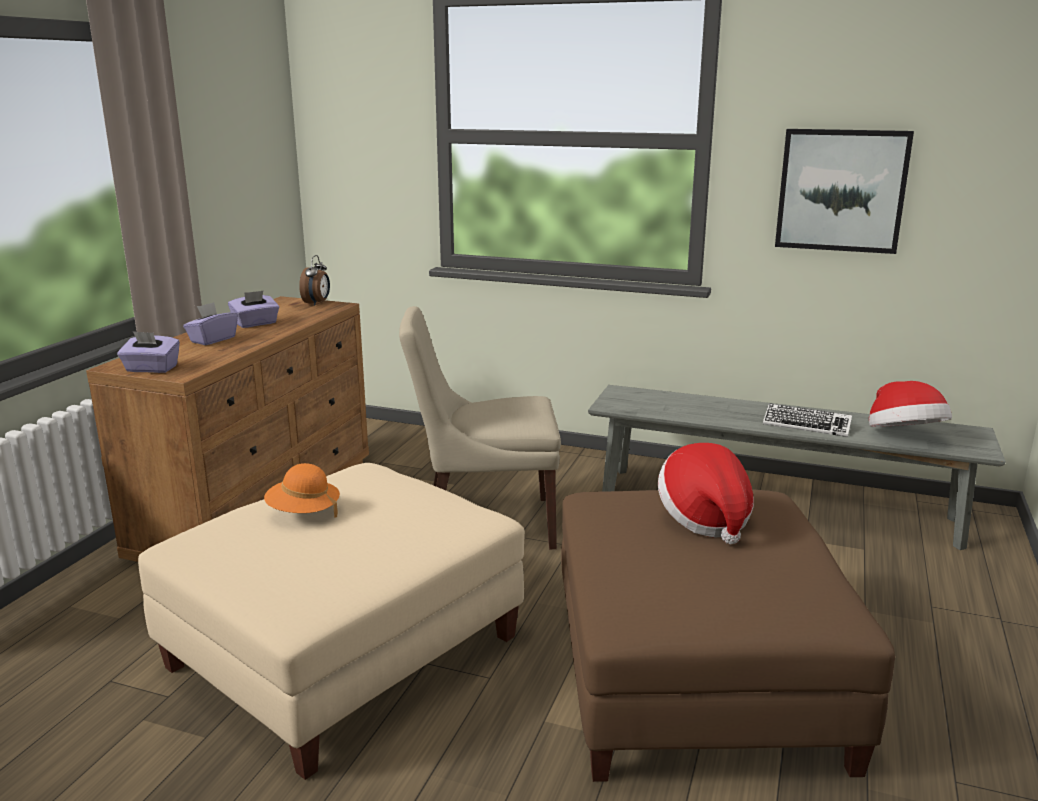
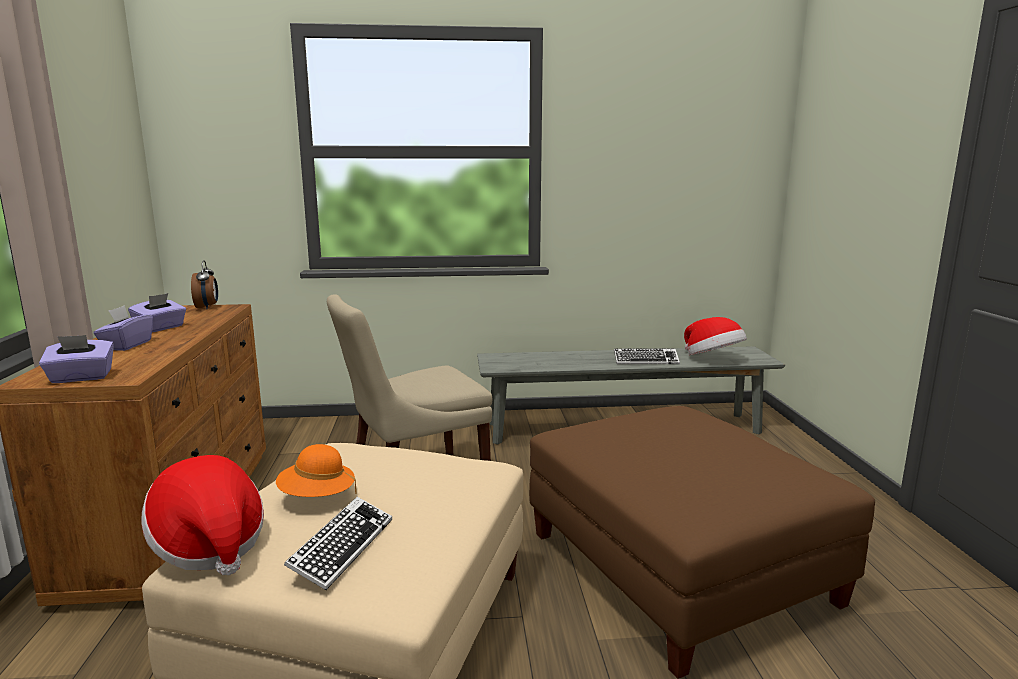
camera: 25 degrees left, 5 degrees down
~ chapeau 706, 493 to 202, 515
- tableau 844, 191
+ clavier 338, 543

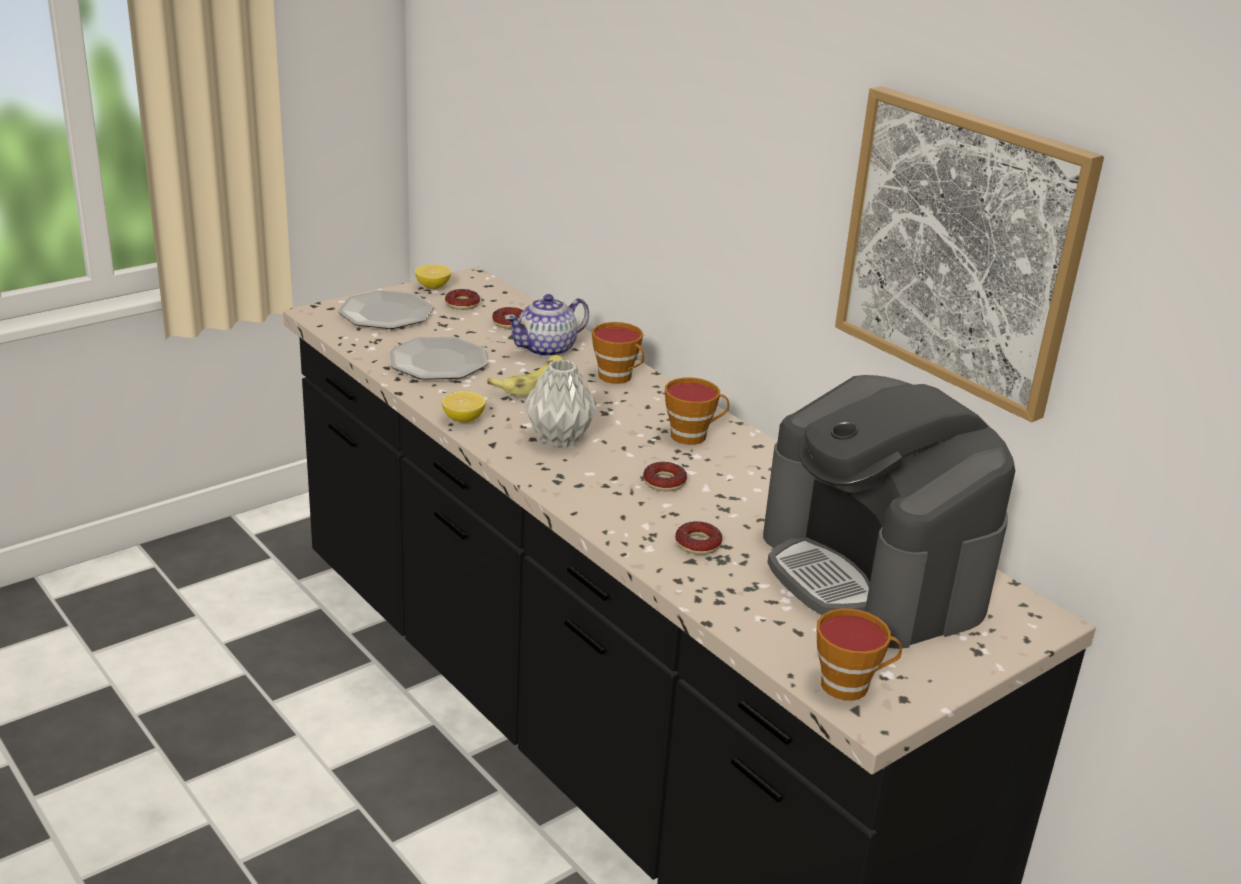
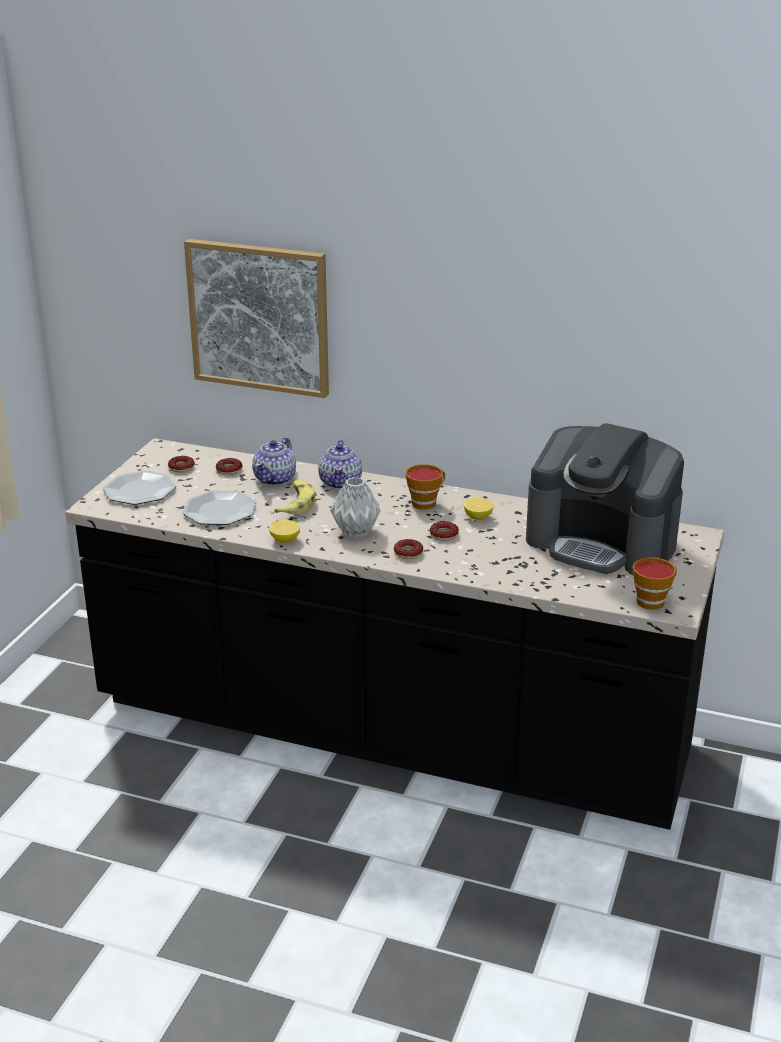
camera: 30 degrees left, 0 degrees up
~ citron 433, 276 to 479, 509
~ tasse 618, 353 to théière 340, 465
~ beignet 698, 538 to 408, 549
~ tableau 969, 254 to 256, 318

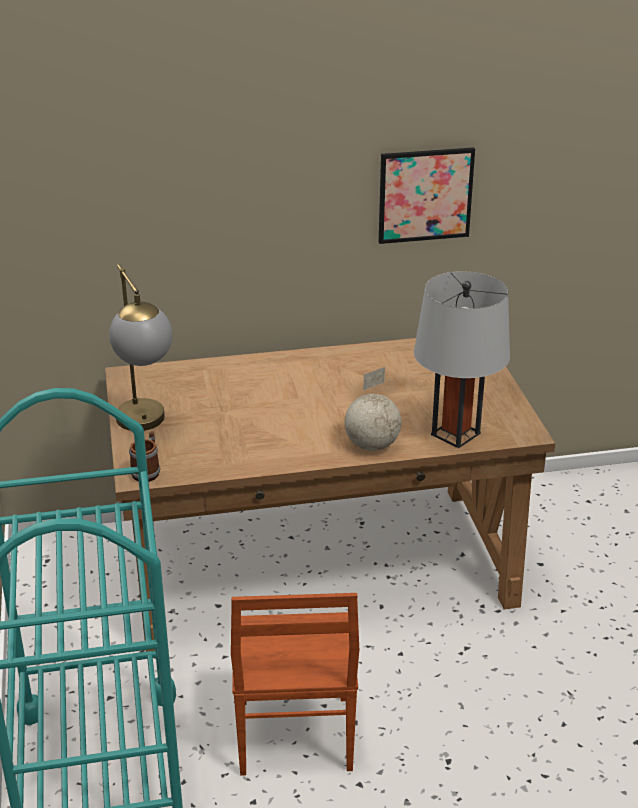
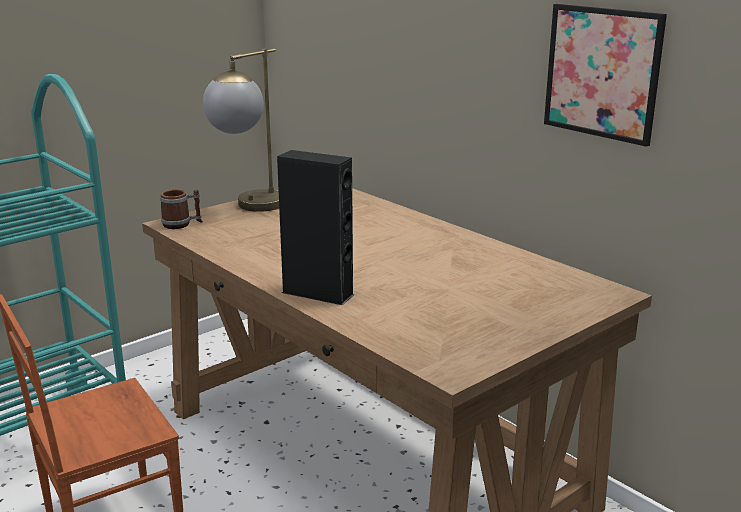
camera: 60 degrees right, 10 degrees down
~ globe 373, 409 to enceinte (noir) 316, 227
- lampe de table (gris) 462, 359

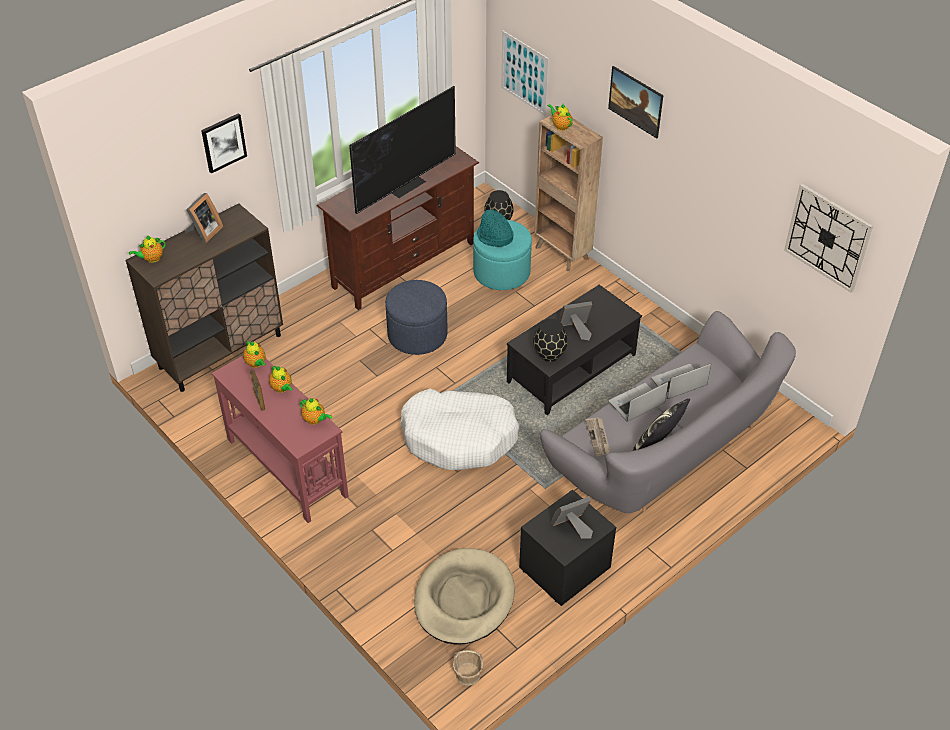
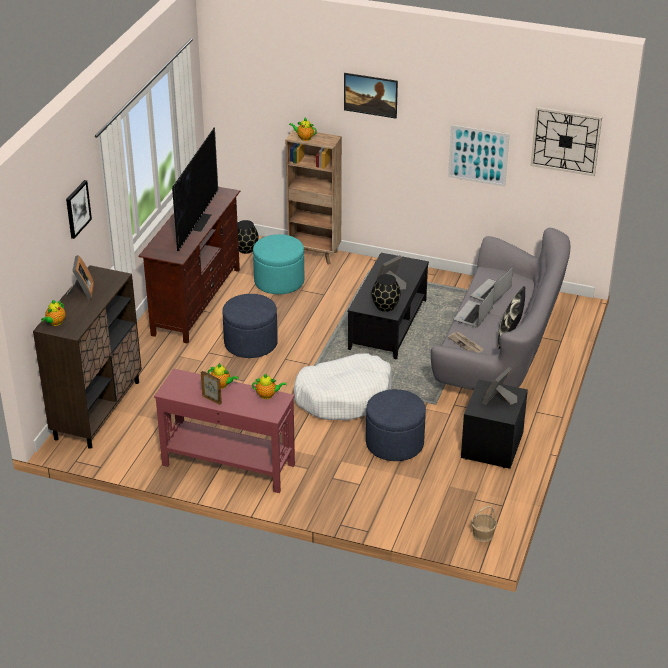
camera: 30 degrees left, 10 degrees down
- théière 254, 354
- panier pour chien (beige) 464, 596
- chapeau (turquoise) 495, 228
~ tableau 525, 73 to 479, 156
+ pouf (bleu) 396, 425

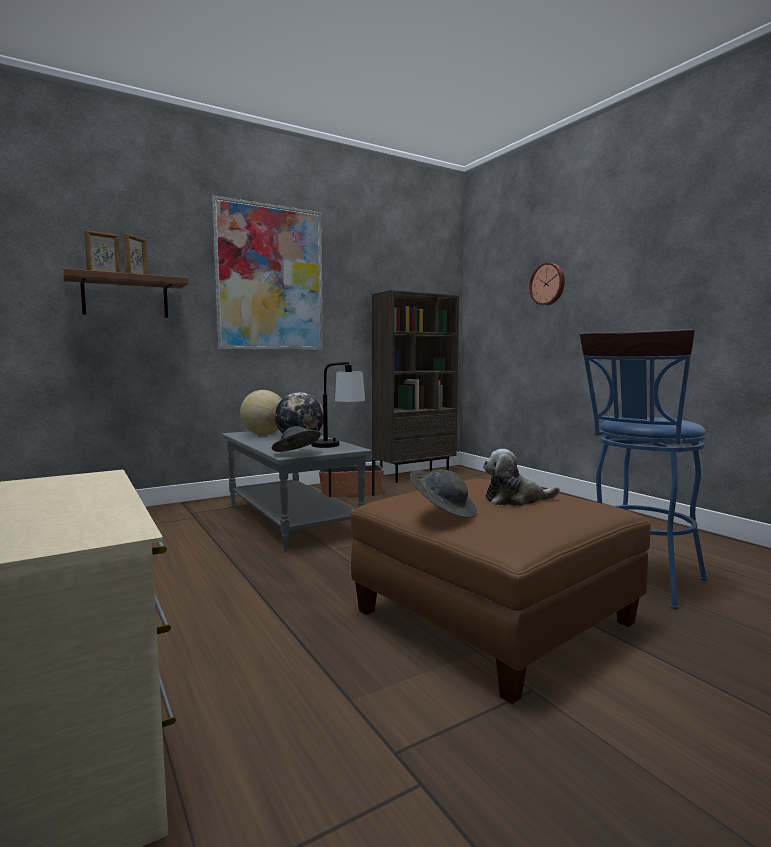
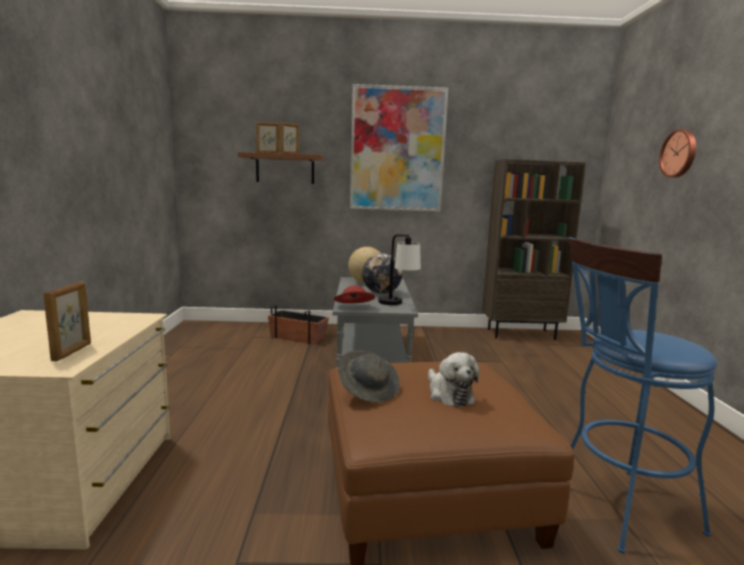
camera: 30 degrees right, 5 degrees up
~ chapeau (gris) 296, 439 to chapeau (rouge) 354, 295
~ cache-pot 351, 477 to 298, 325
~ peluche 521, 477 = 453, 379 135 degrees counterclockwise
+ cadre photo 67, 321

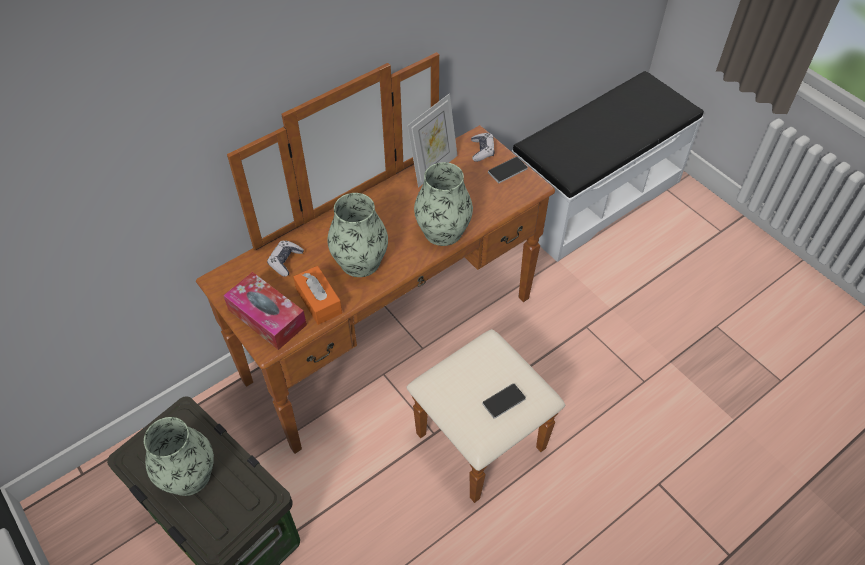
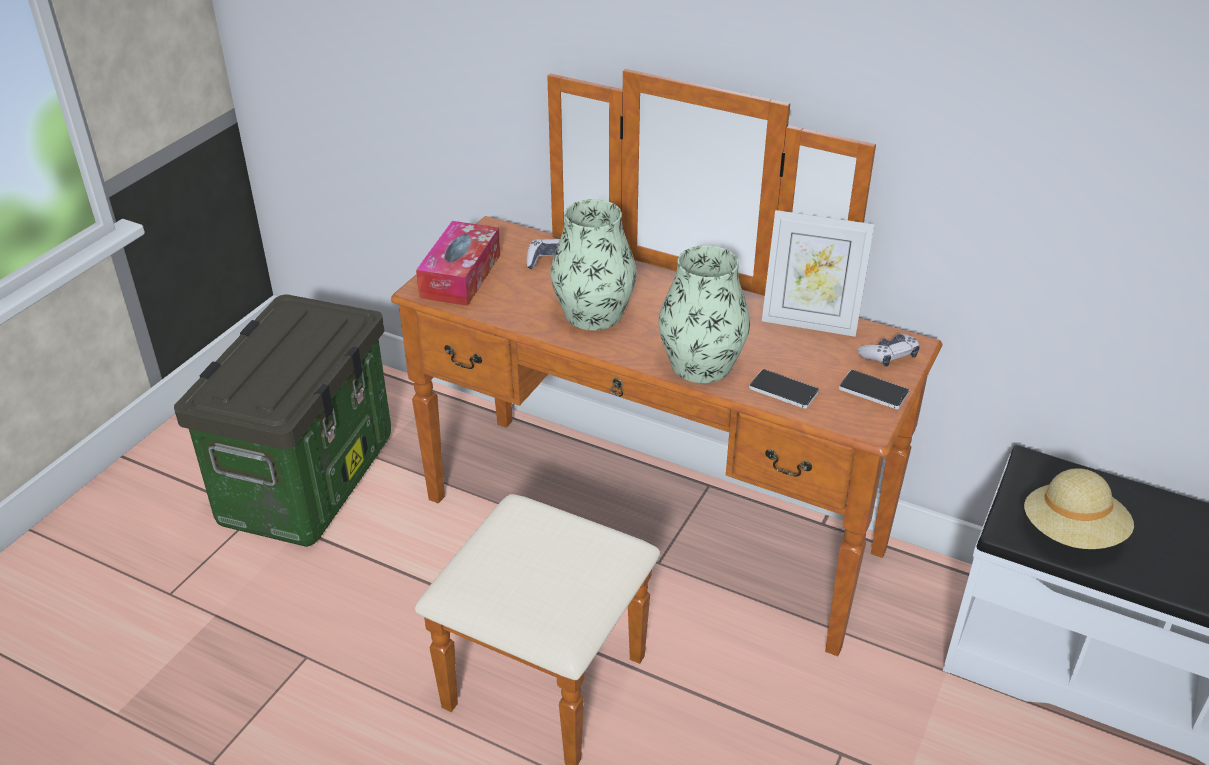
camera: 65 degrees right, 15 degrees down
- vase 179, 456
- boîte à mouchoirs (orange) 317, 295
~ téléphone 504, 401 to 784, 389
+ chapeau (beige) 1079, 508

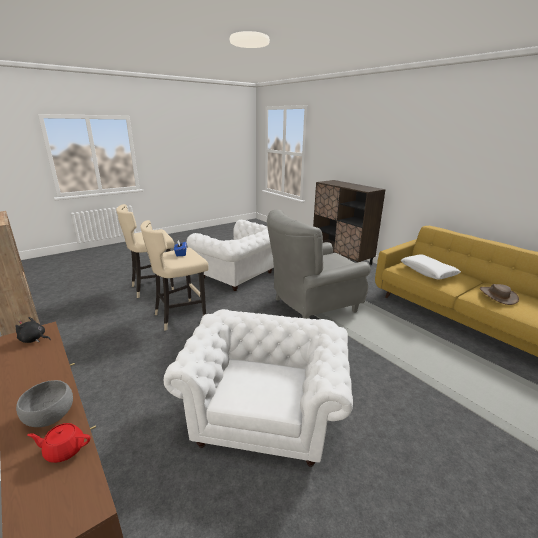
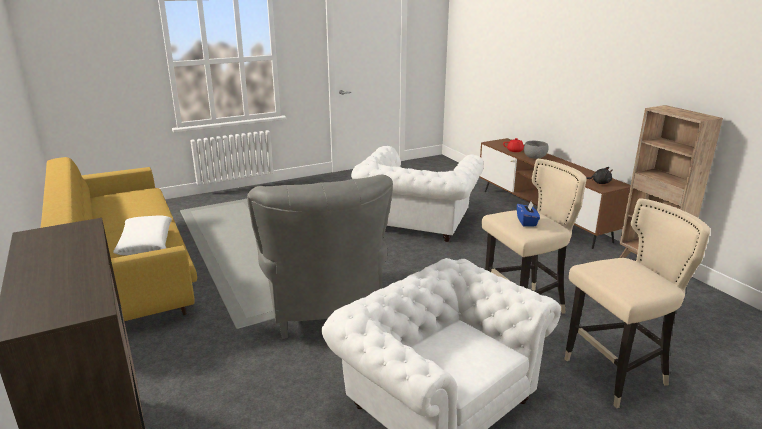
camera: 170 degrees left, 0 degrees up
~ fauteuil (gris) 319, 264 = 320, 257 90 degrees clockwise
- chapeau (marron) 499, 294

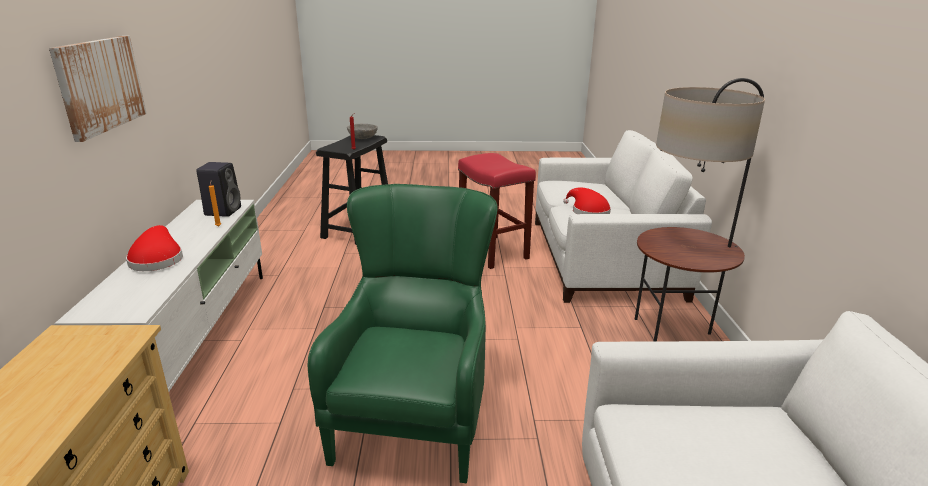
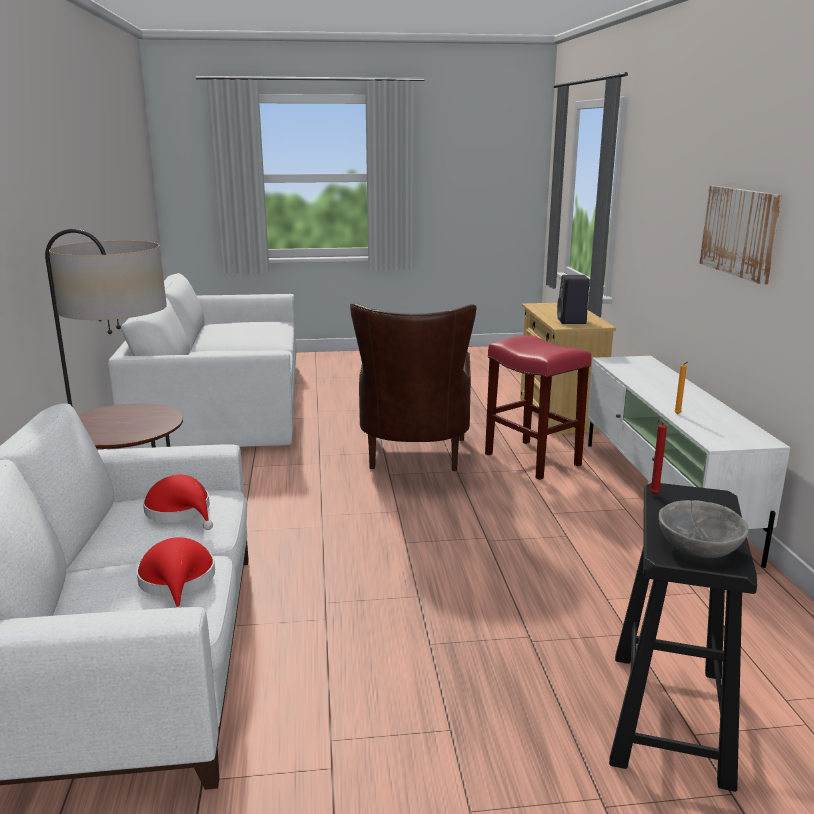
camera: 175 degrees right, 5 degrees down
~ chapeau (rouge) 154, 248 to 176, 572
~ enceinte (noir) 218, 189 to 573, 299
~ fauteuil (vert) 402, 333 to fauteuil (marron) 413, 387
~ tabouret (rouge) 497, 211 to 538, 407

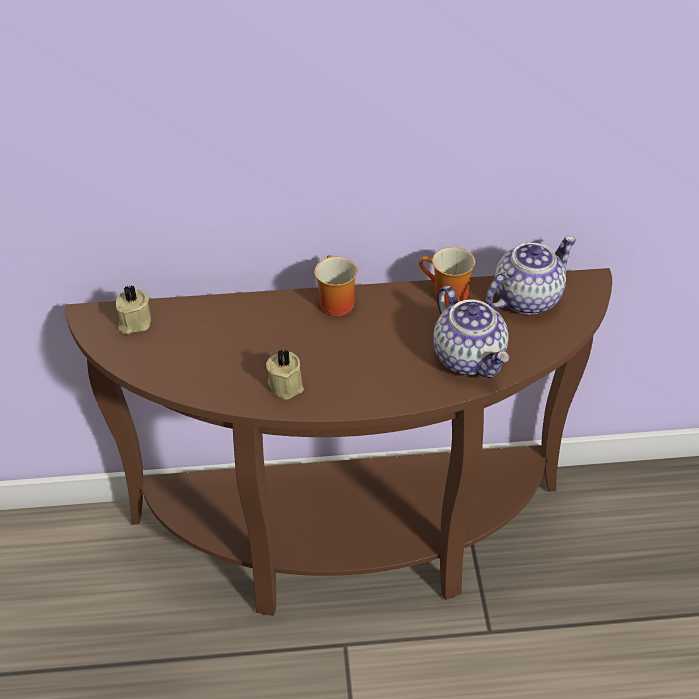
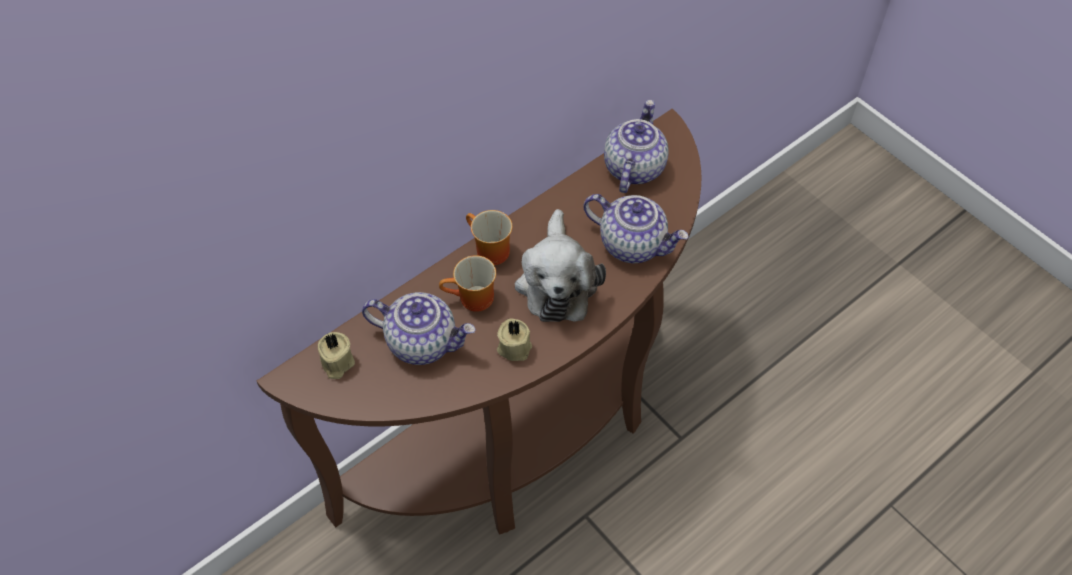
camera: 35 degrees left, 10 degrees up
~ mug 447, 276 to 467, 283
+ théière 419, 328
+ peluche 560, 265

